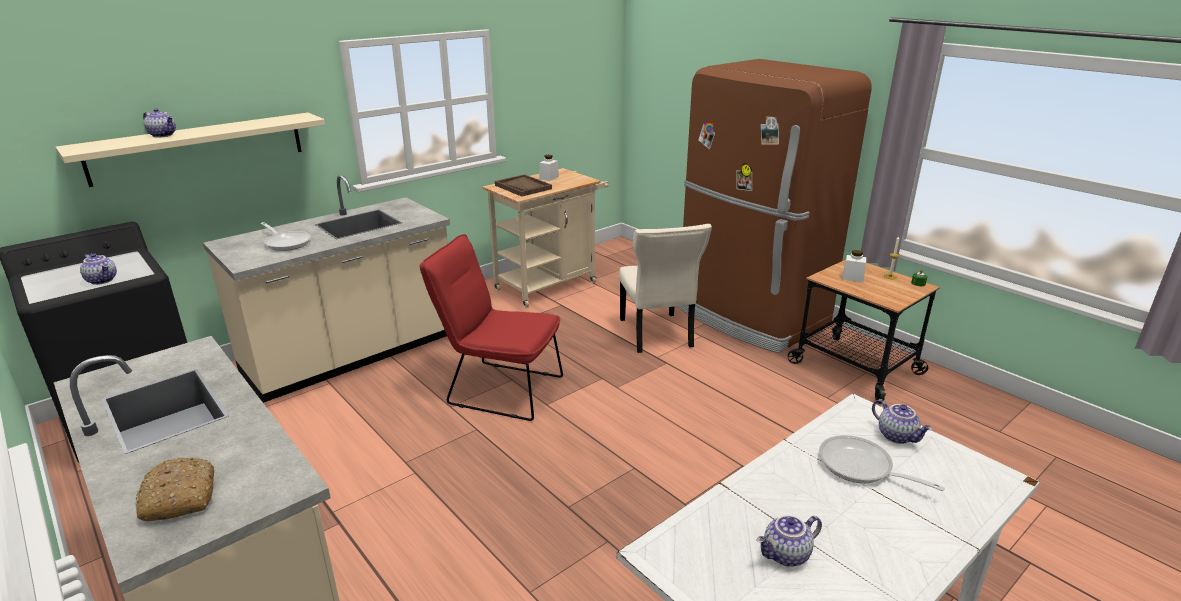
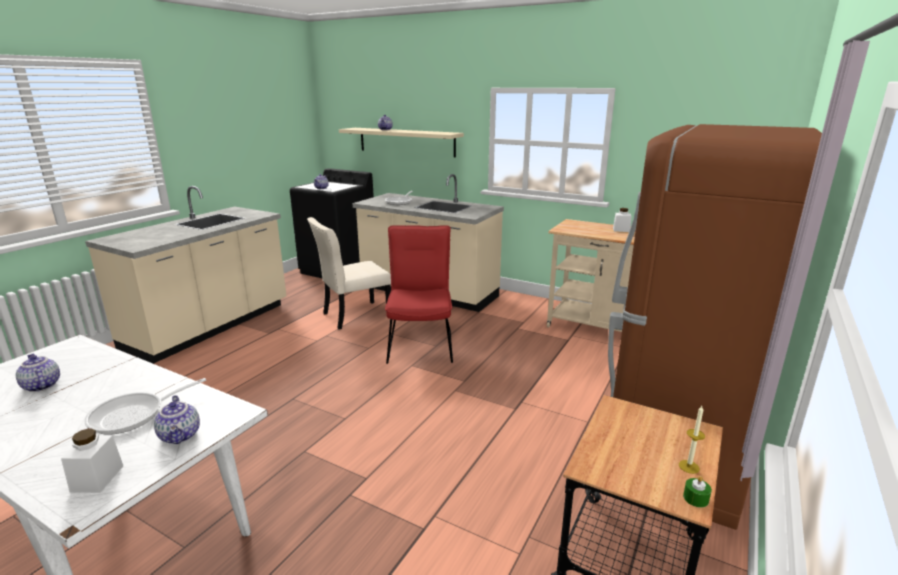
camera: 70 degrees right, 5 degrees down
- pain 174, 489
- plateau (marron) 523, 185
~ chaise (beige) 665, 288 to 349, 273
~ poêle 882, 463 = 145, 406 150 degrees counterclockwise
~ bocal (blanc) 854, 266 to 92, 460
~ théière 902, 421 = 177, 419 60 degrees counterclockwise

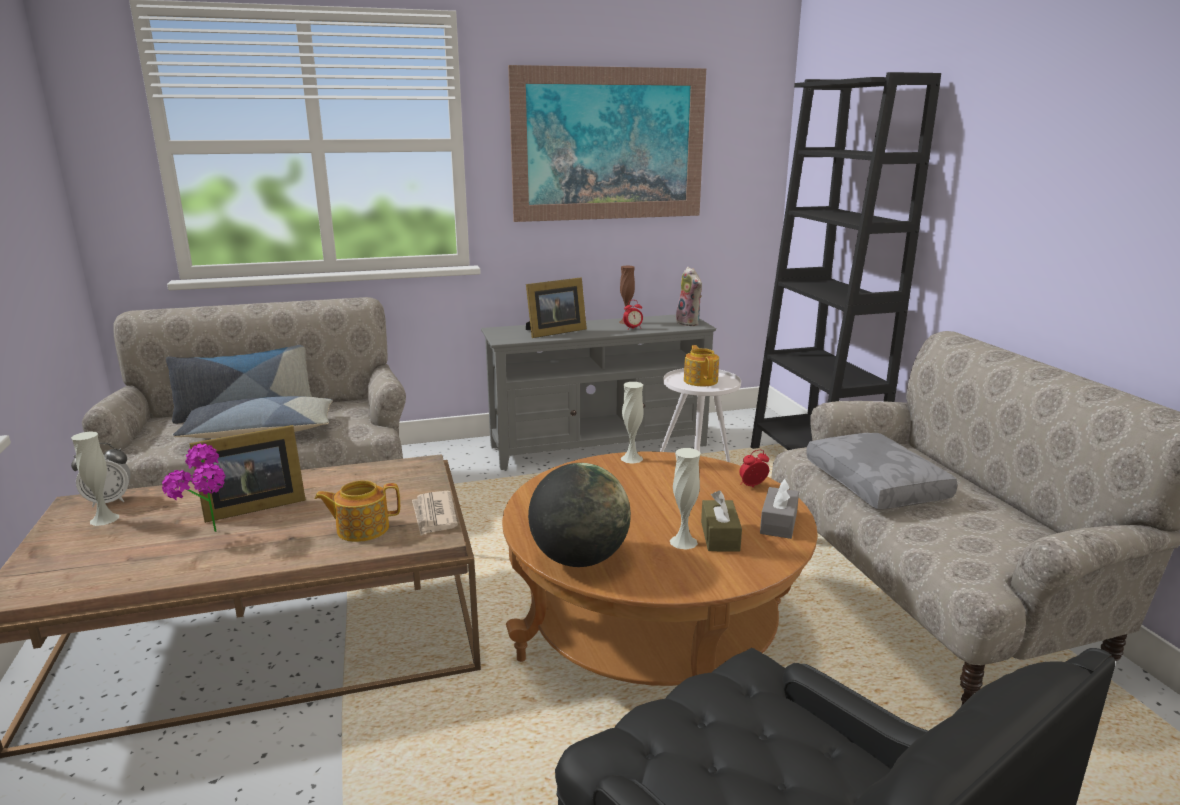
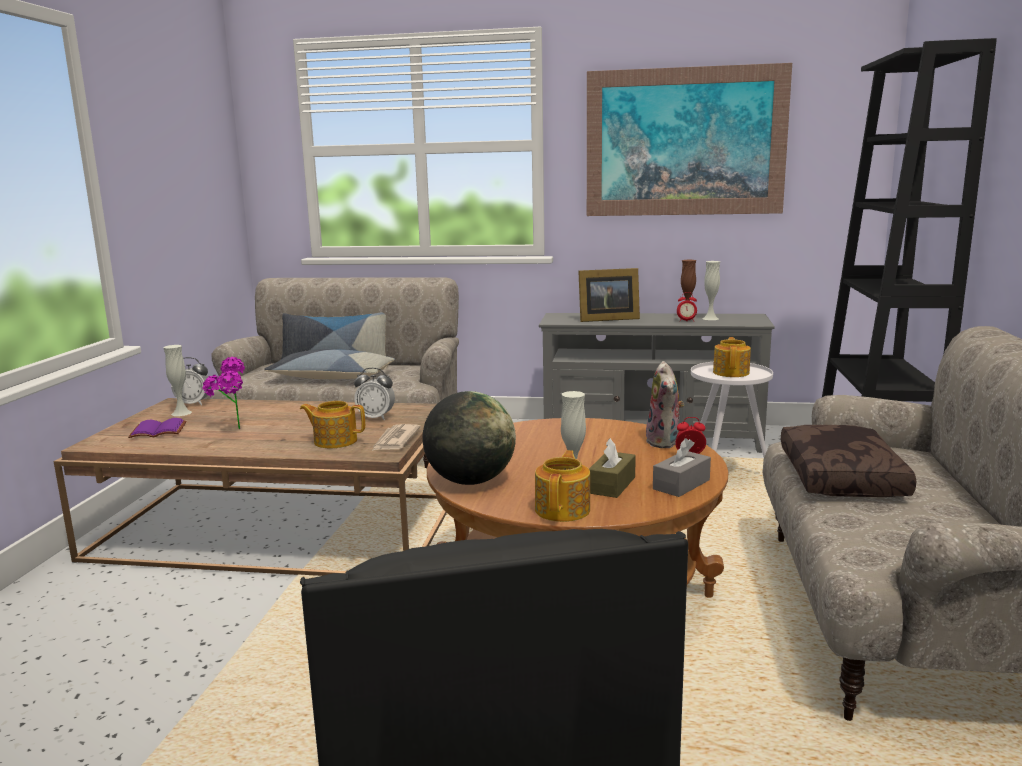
camera: 25 degrees right, 5 degrees down
- cadre photo 247, 474
~ vase (blanc) 632, 423 to 711, 290
~ peluche 689, 296 to 665, 404
~ coussin (gris) 881, 471 to coussin (marron) 848, 461
+ livre (violet) 157, 428
+ réveil 374, 394
+ théière 562, 486

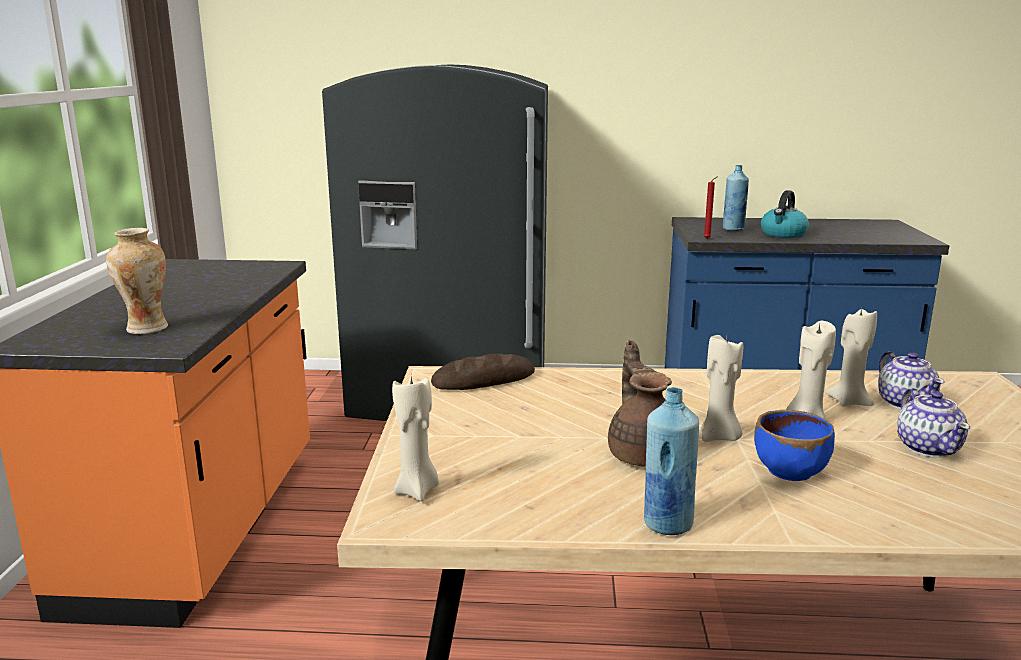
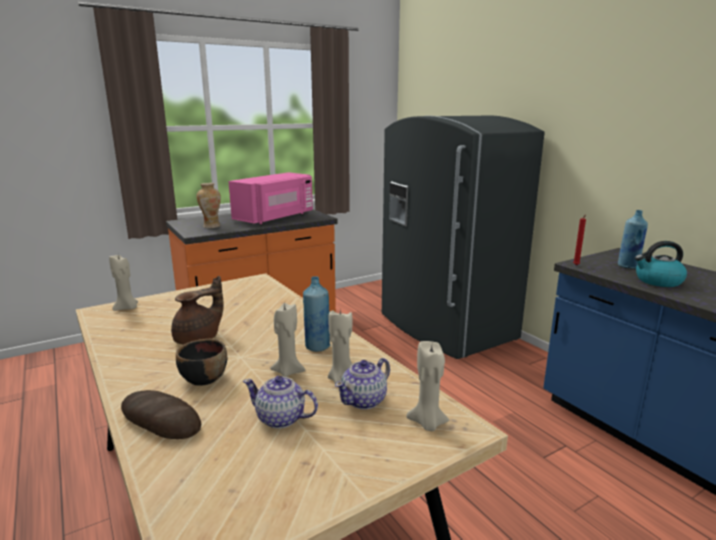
camera: 55 degrees right, 0 degrees up
~ pain 483, 372 to 161, 414
~ bouteille (bleu) 671, 461 to 316, 314
~ bougie (beige) 722, 388 to 427, 386
~ bol (bleu) 794, 445 to bol (noir) 201, 362
~ théière 933, 423 = 280, 402 60 degrees clockwise
+ micro-ondes (rose) 271, 198

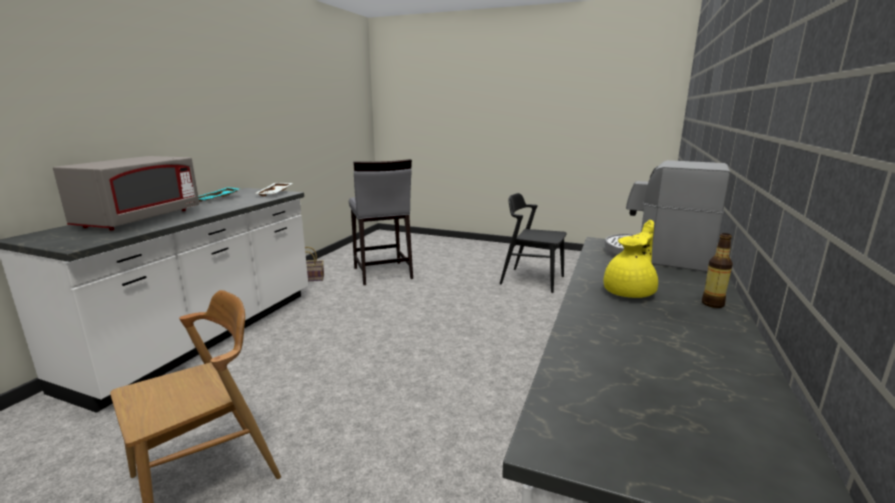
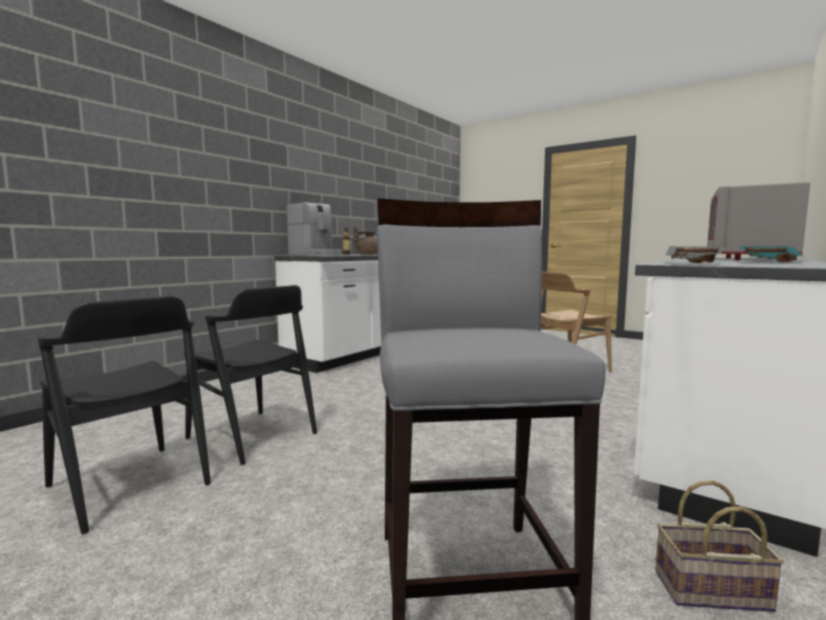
camera: 165 degrees left, 10 degrees down
~ théière (jaune) 631, 259 to théière (marron) 366, 240
+ chaise (noir) 250, 375

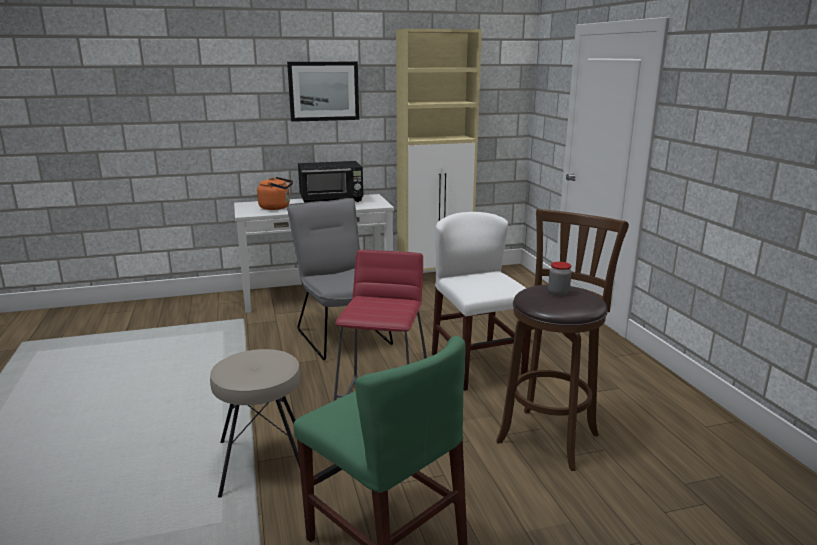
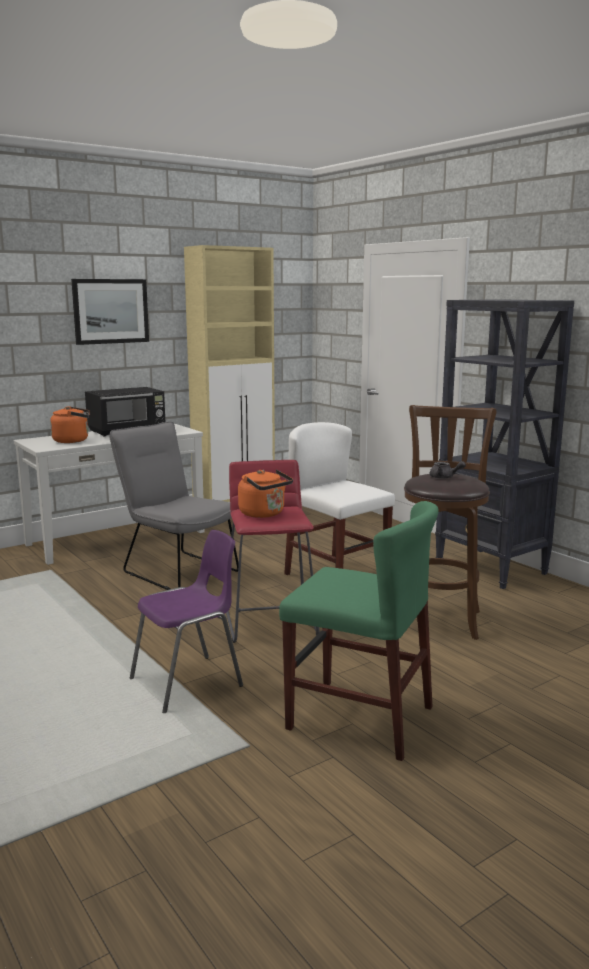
camera: 20 degrees left, 5 degrees down
~ tabouret (beige) 255, 423 to chaise (violet) 186, 621
~ bocal 560, 279 to théière (gris) 448, 470
+ bouilloire (orange) 265, 494
+ bibliothèque (noir) 504, 444

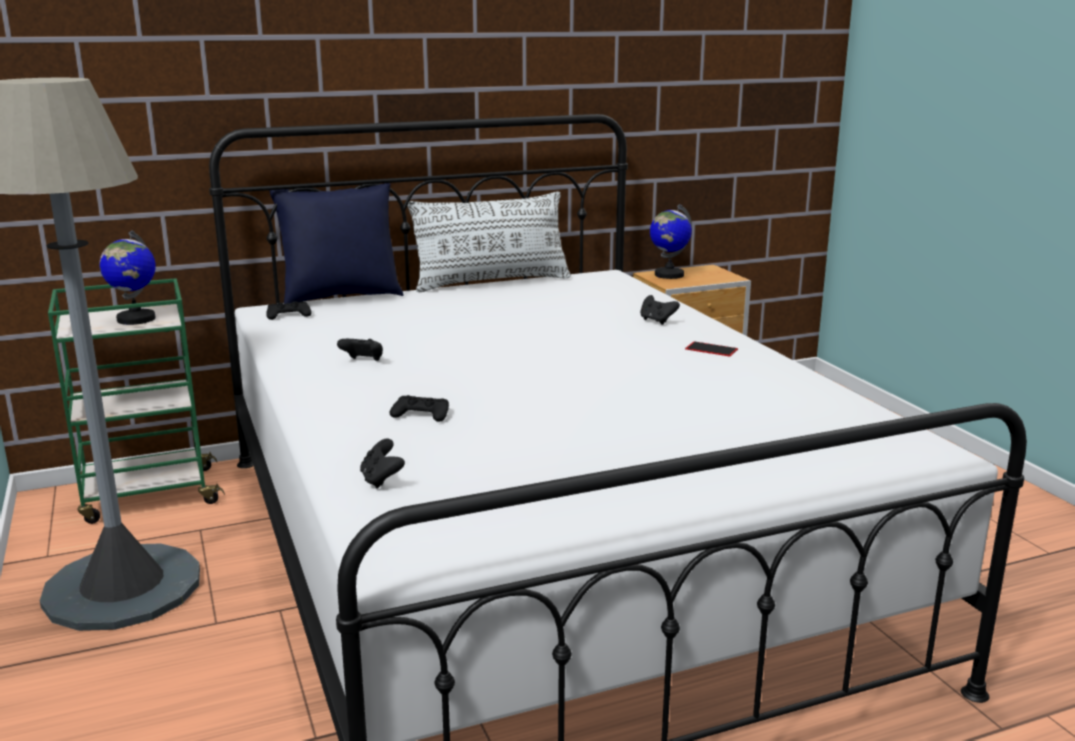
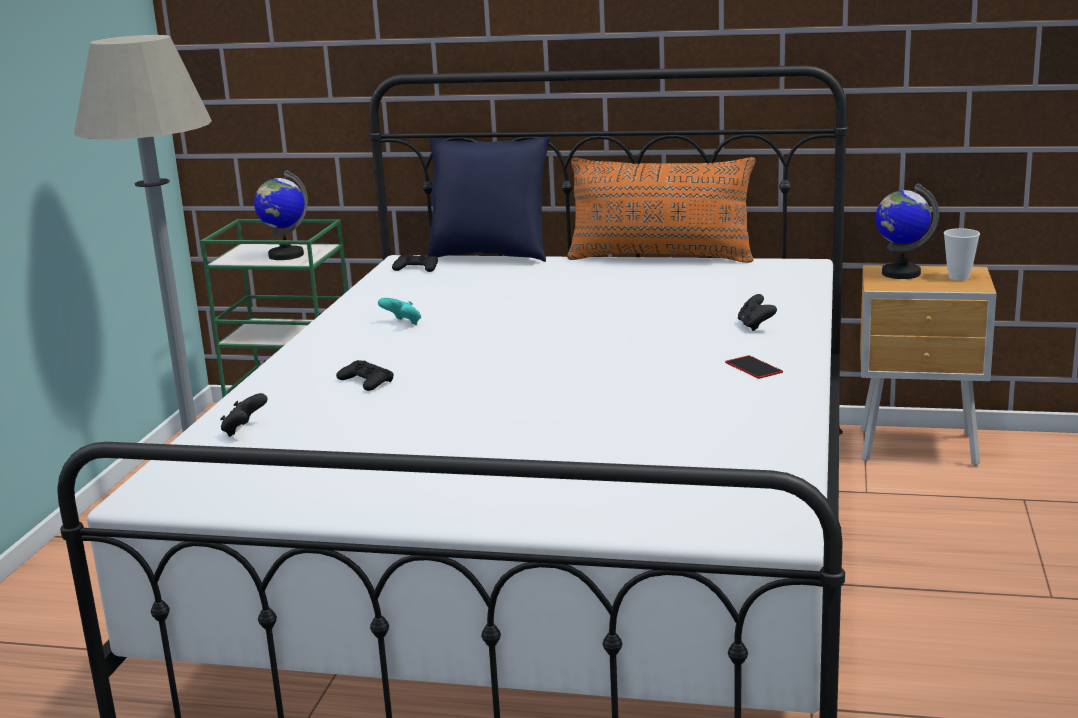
camera: 35 degrees right, 0 degrees up
~ manette (noir) 360, 350 to manette (turquoise) 399, 311
~ coussin (blanc) 489, 242 to coussin (orange) 661, 210
+ tasse 962, 254

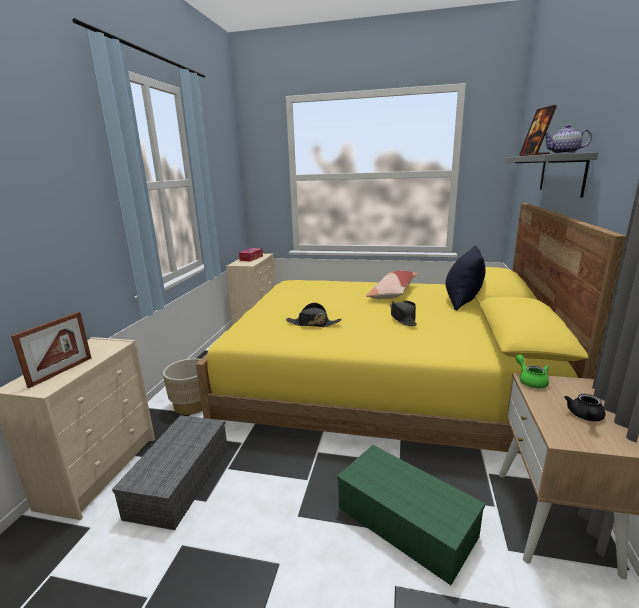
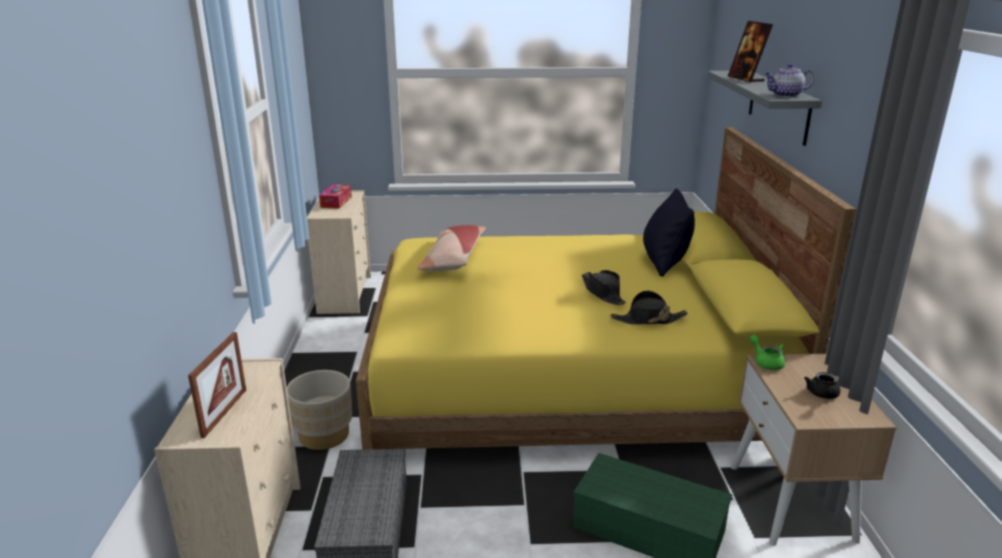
camera: 15 degrees left, 5 degrees up
~ chapeau (noir) 314, 315 to 649, 307
~ coussin 392, 285 to 451, 248

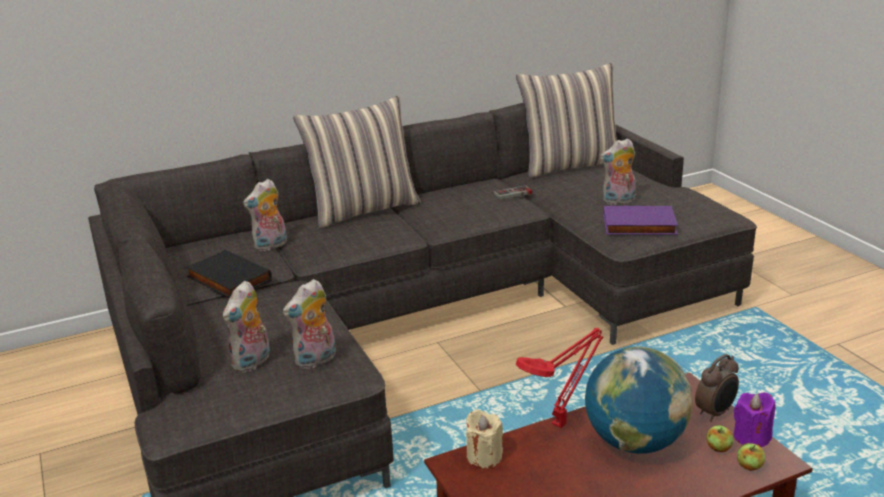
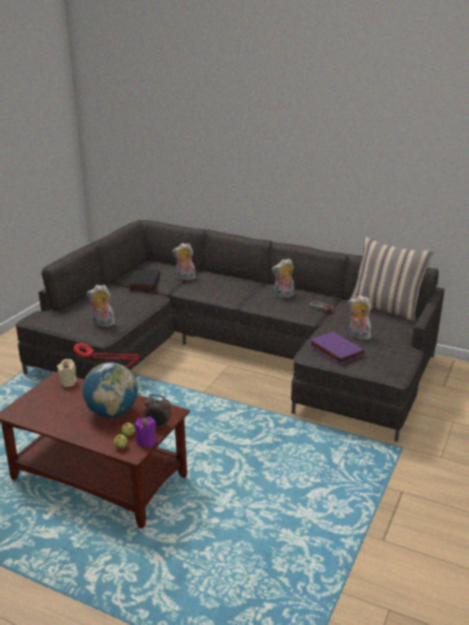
camera: 50 degrees right, 0 degrees up
~ peluche 246, 327 to 283, 278
- coussin 357, 162

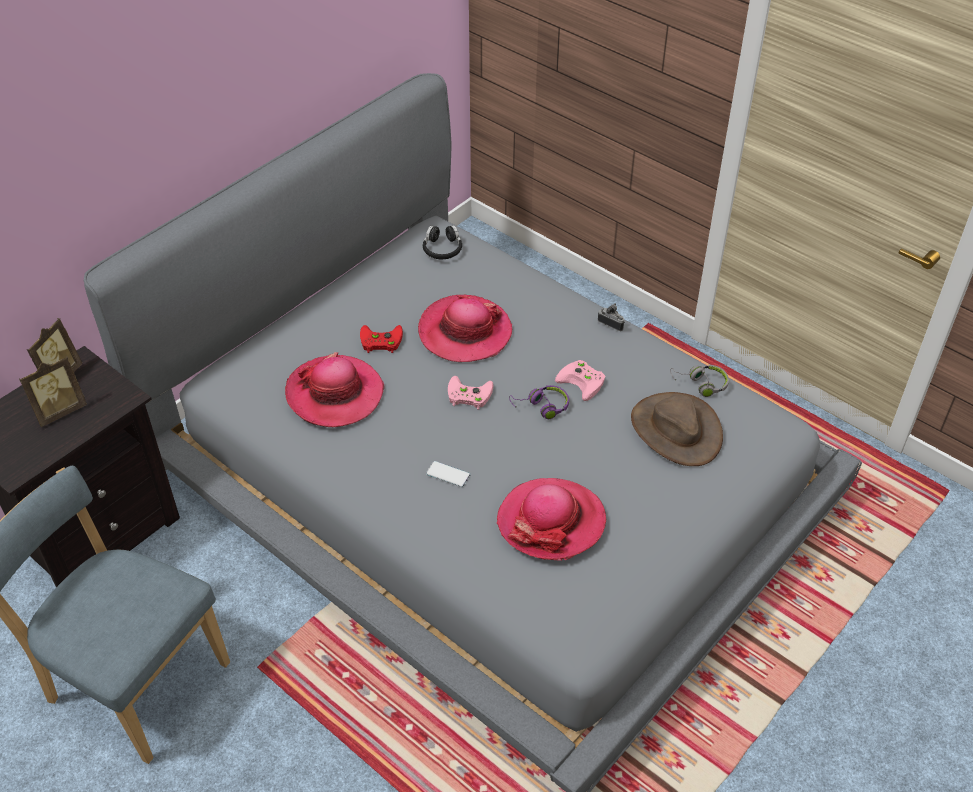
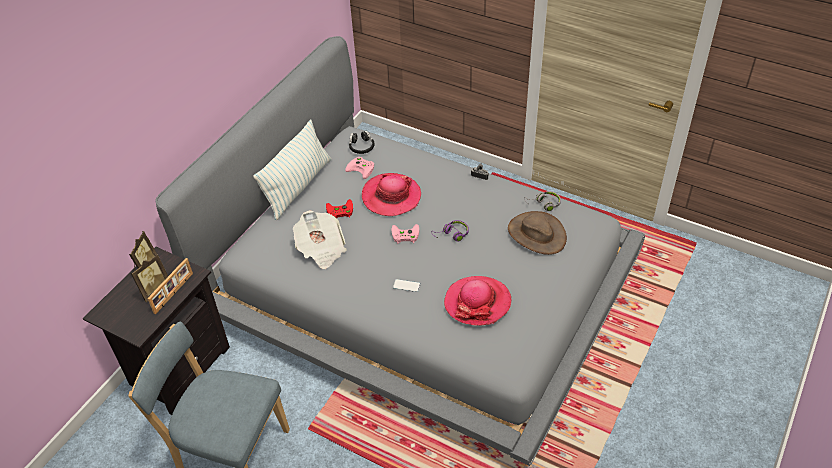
camera: 10 degrees left, 0 degrees up
~ chapeau 335, 389 to journal 320, 239
~ manette (rose) 580, 380 to 359, 168
+ cadre photo 170, 286
+ coussin 292, 169

